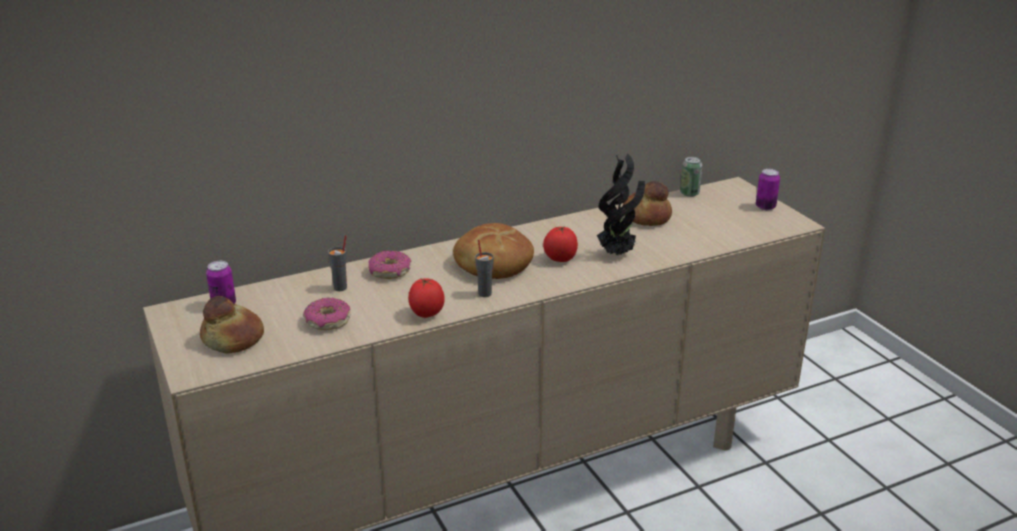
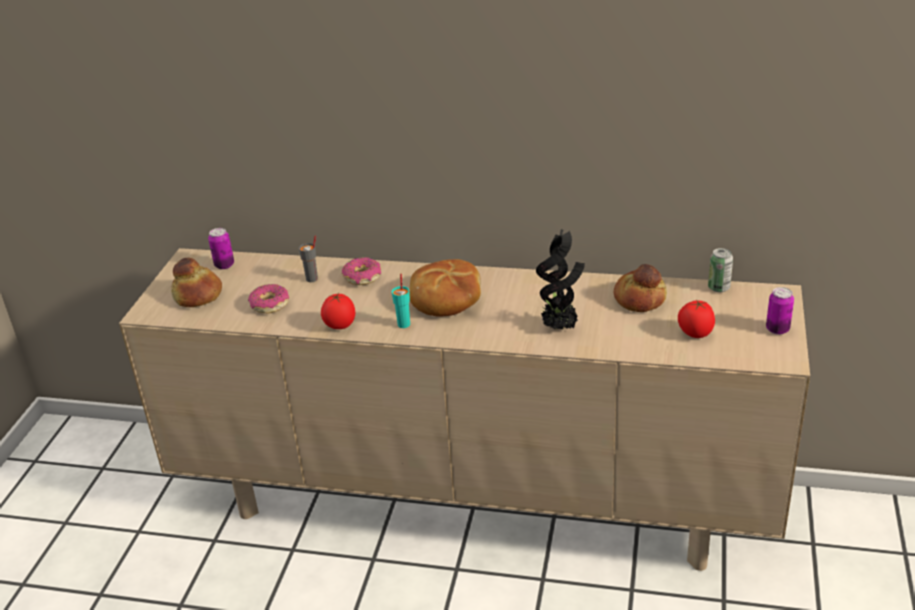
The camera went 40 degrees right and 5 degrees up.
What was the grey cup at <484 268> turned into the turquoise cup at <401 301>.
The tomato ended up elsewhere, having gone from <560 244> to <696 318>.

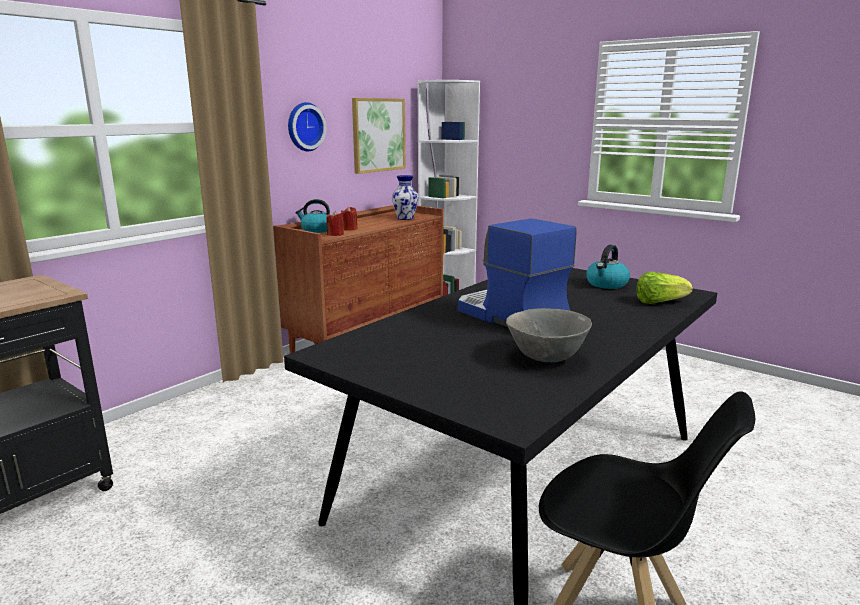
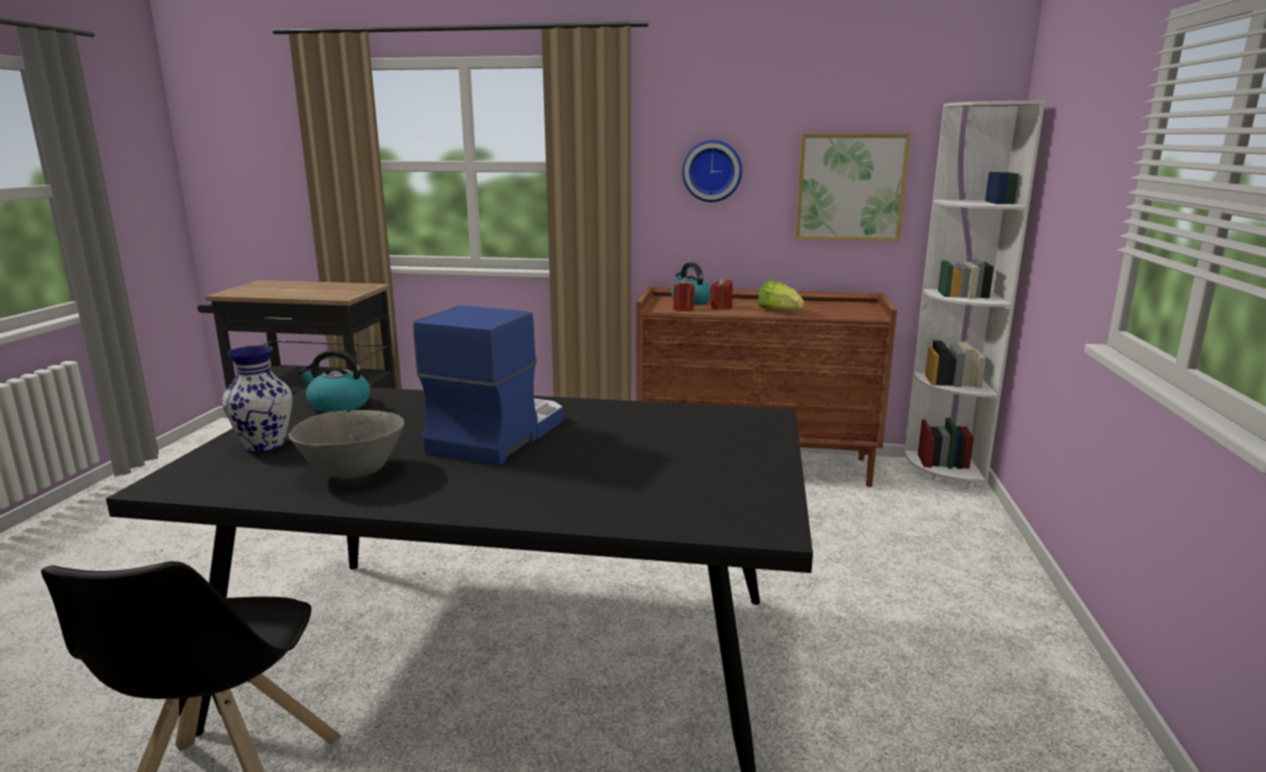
The camera went 60 degrees right and 0 degrees up.
The vase ended up elsewhere, having gone from <405 197> to <257 399>.
The kettle ended up elsewhere, having gone from <608 267> to <334 381>.
The lettuce ended up elsewhere, having gone from <665 288> to <781 295>.

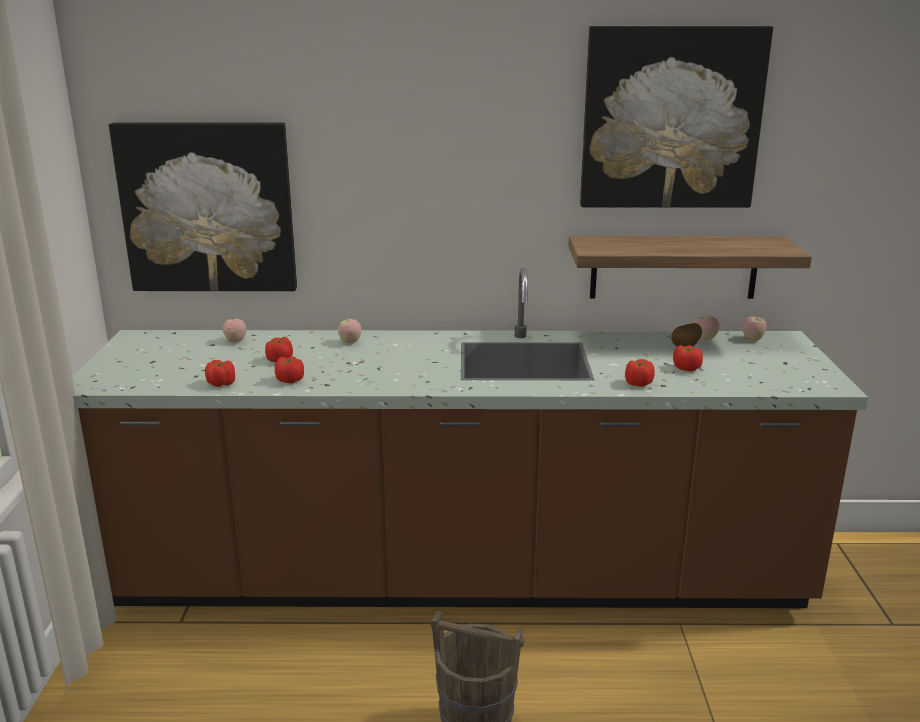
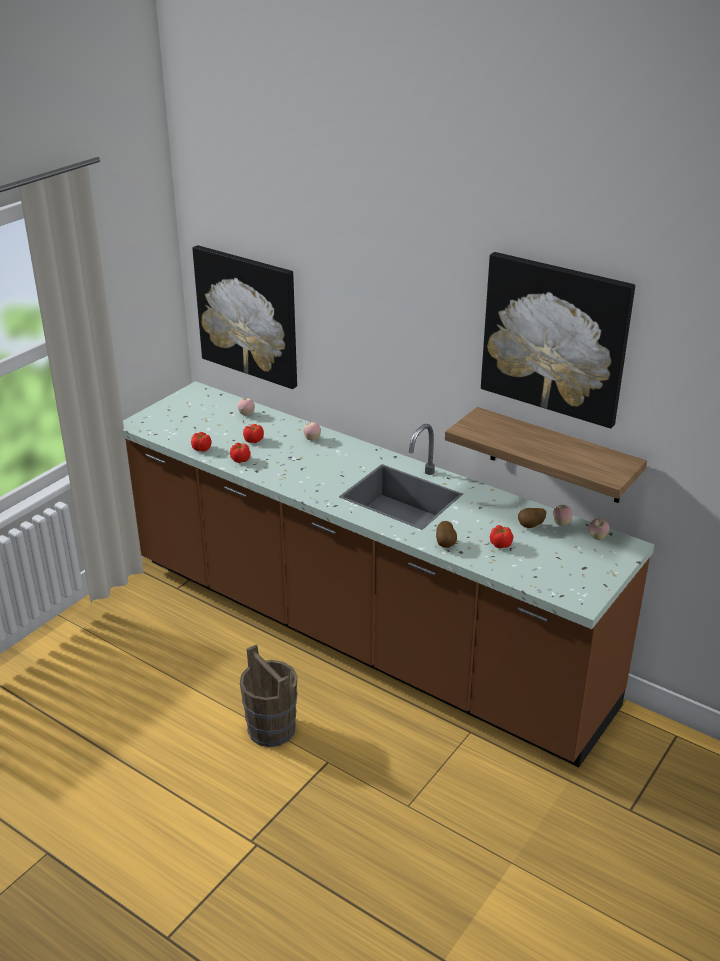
The camera went 35 degrees right and 10 degrees up.
Where the tomato stood at <640 373>, the potato came to stand at <446 534>.

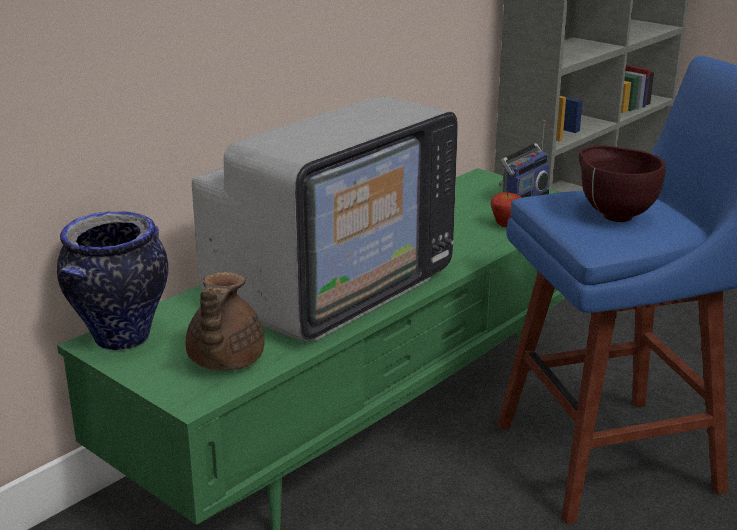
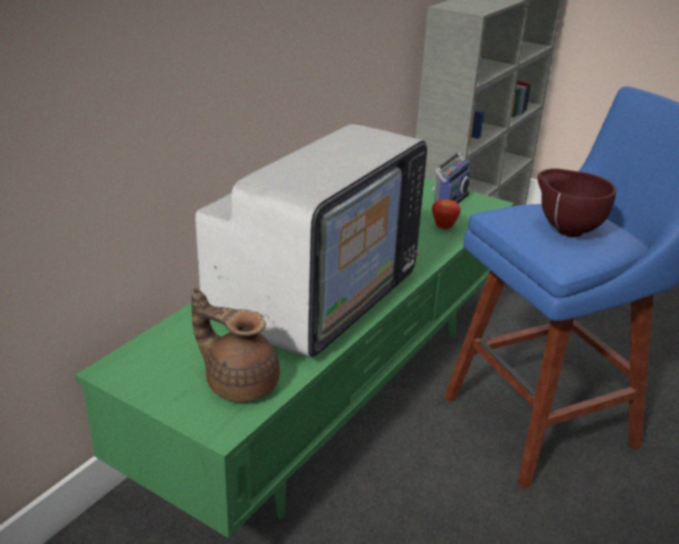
The camera went 10 degrees left and 5 degrees up.
The brown teapot at <225 321> ended up facing another way, 120 degrees clockwise from before.
The second view lost the vase at <112 280>.

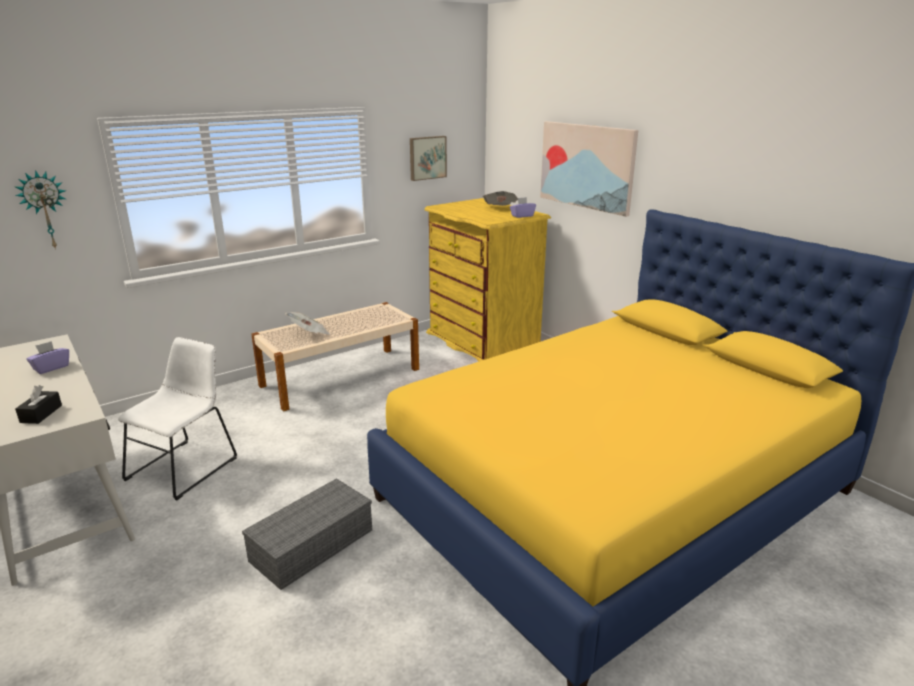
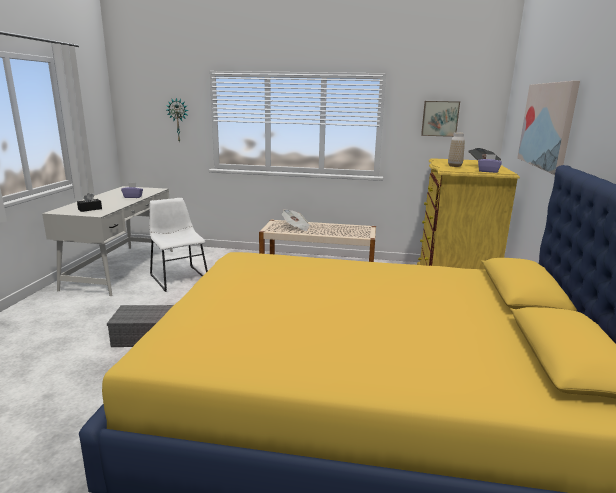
The camera went 45 degrees right and 5 degrees down.
The white chair at <177 418> ended up facing another way, 105 degrees counterclockwise from before.
The second view gained the vase at <456 150>.

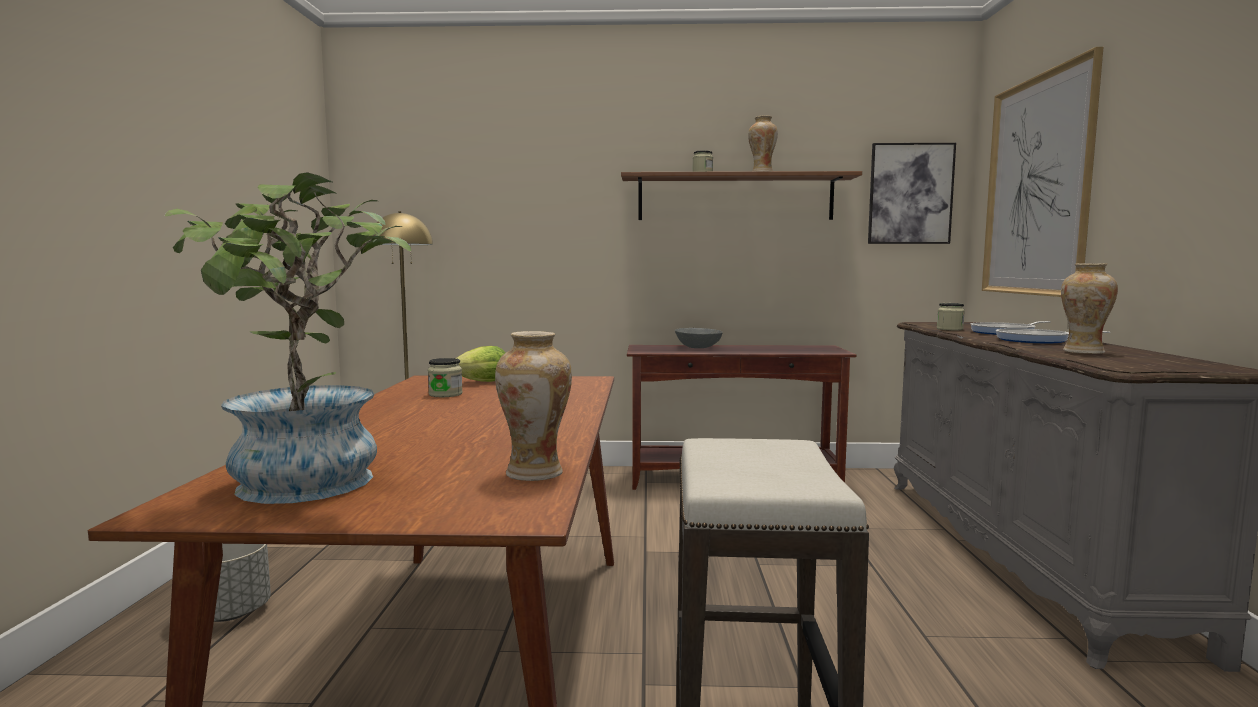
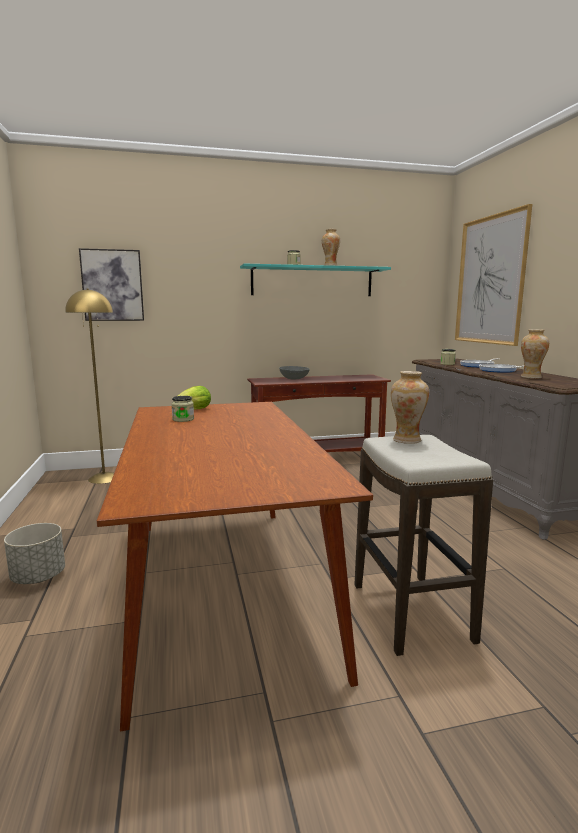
The camera went 15 degrees left and 5 degrees up.
The picture ended up elsewhere, having gone from <912 193> to <111 284>.
What was the brown shelf at <741 195> turned into the turquoise shelf at <315 279>.
The vase ended up elsewhere, having gone from <533 406> to <410 407>.
The second view lost the potted plant at <288 338>.

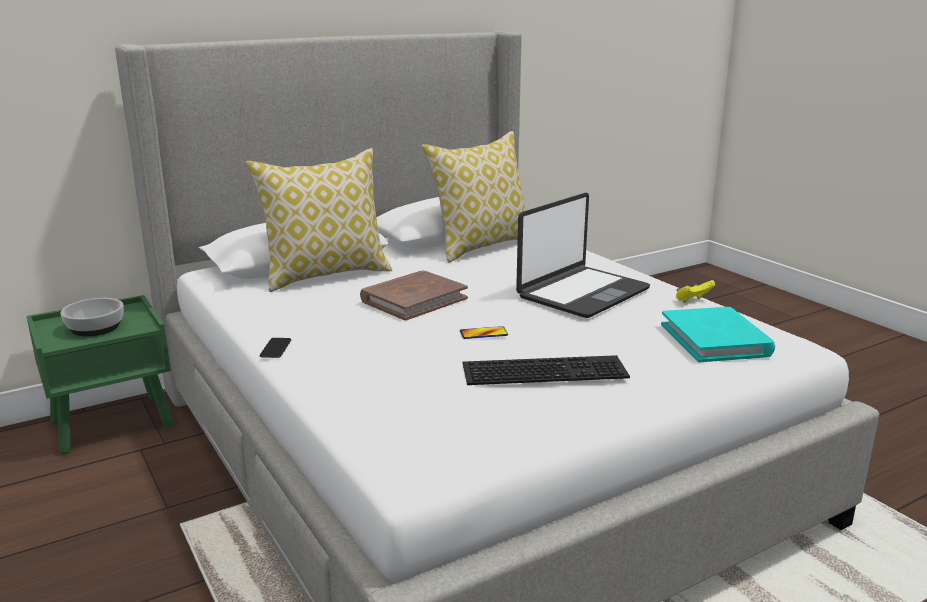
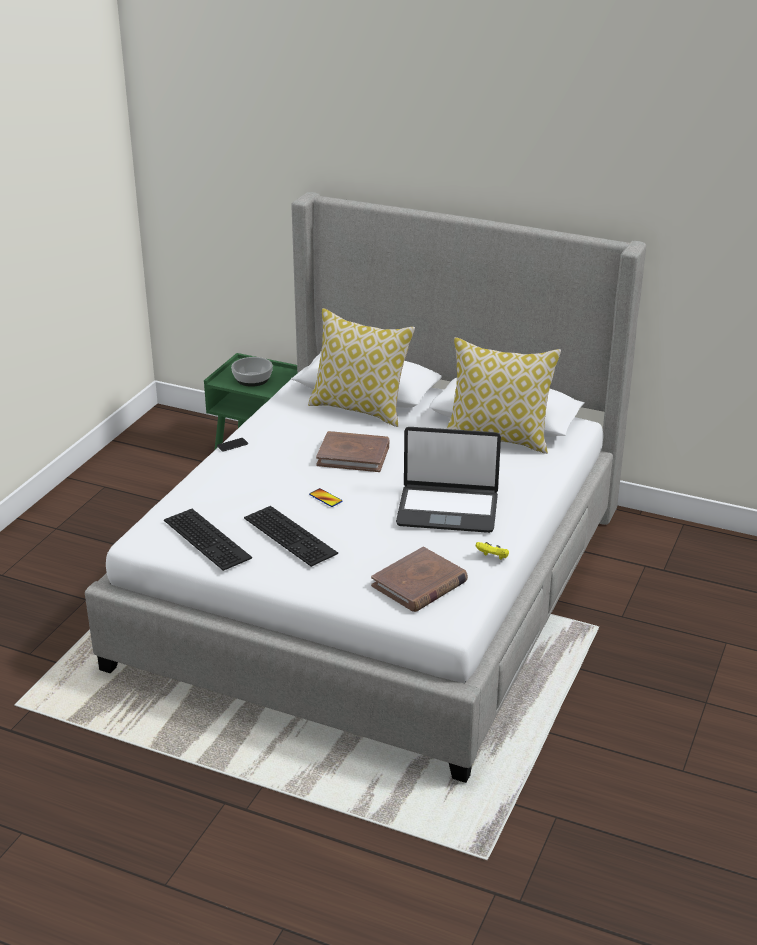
The camera went 55 degrees right and 10 degrees up.
The second view gained the keyboard at <208 540>.
What was the turquoise book at <718 334> turned into the brown book at <419 579>.

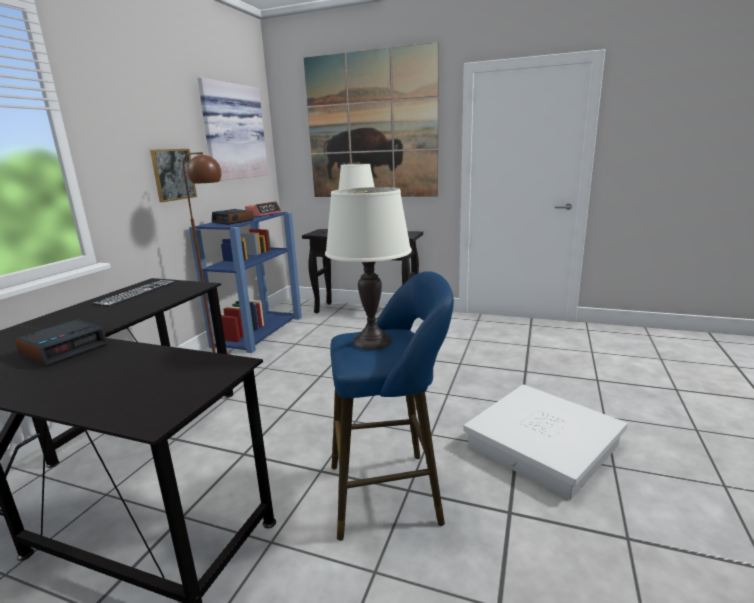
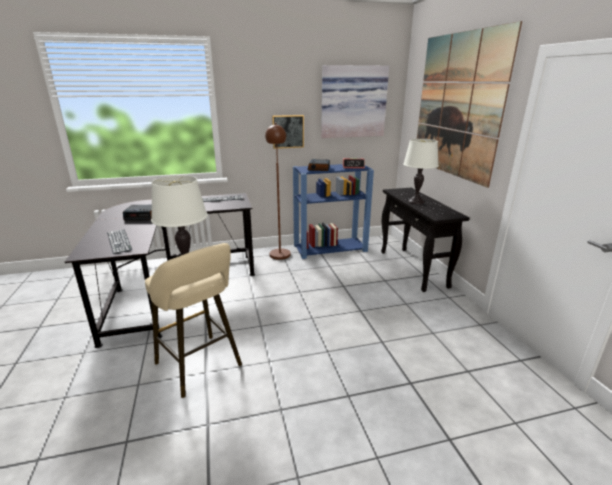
The camera went 55 degrees right and 5 degrees up.
The second view gained the keyboard at <119 241>.
What was the blue stool at <392 406> turned into the beige stool at <193 320>.
The second view lost the white storage box at <545 442>.

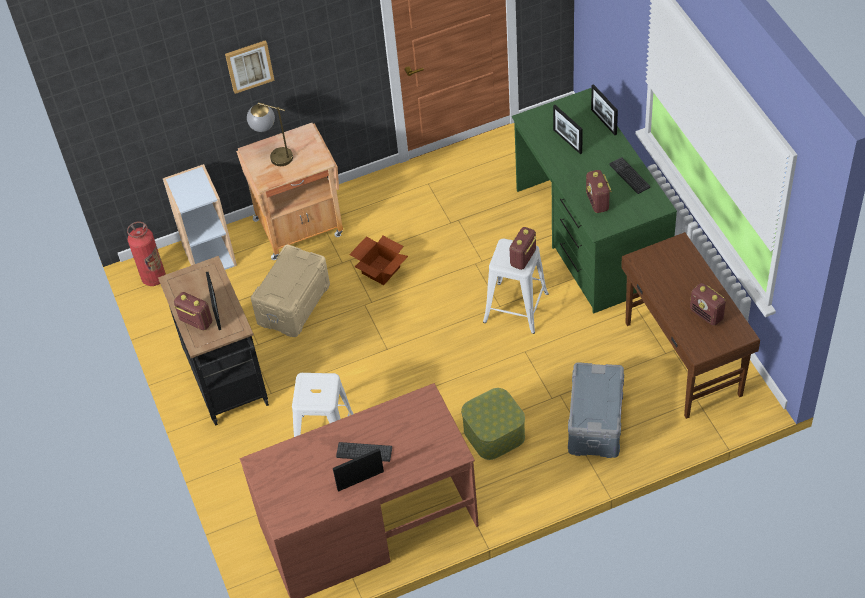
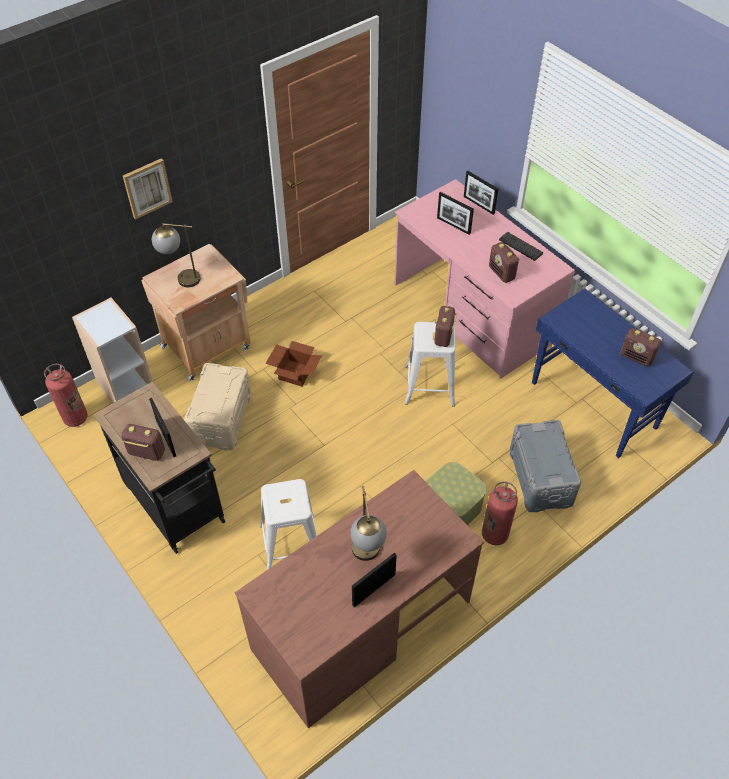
The camera went 20 degrees left and 0 degrees up.
Where the keyboard stood at <364 452>, the table lamp came to stand at <368 523>.
What was the green desk at <594 201> turned into the pink desk at <484 279>.
The second view gained the fire extinguisher at <500 513>.
What was the brown console table at <690 325> turned into the blue console table at <612 373>.

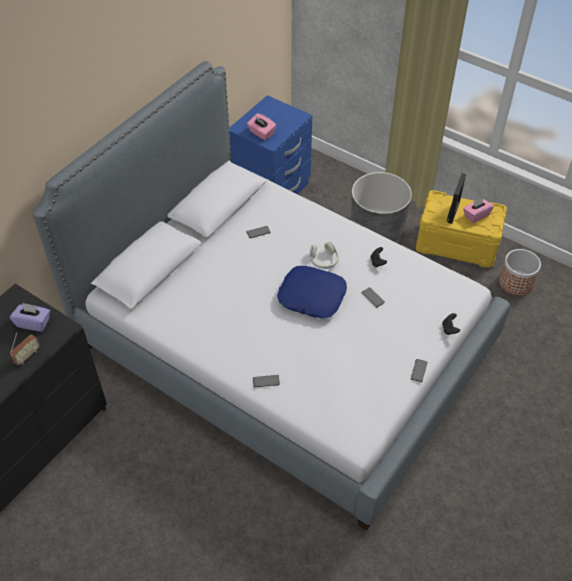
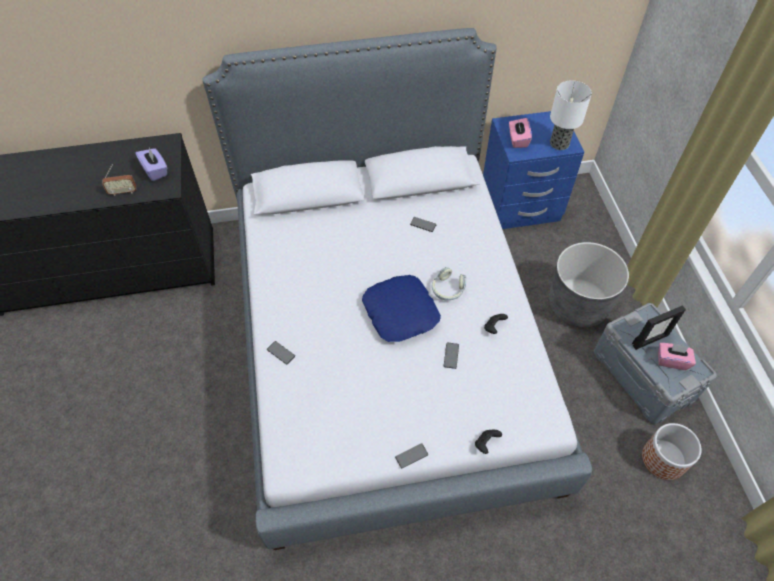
The camera went 45 degrees right and 5 degrees up.
The second view gained the table lamp at <571 115>.
What was the yellow storage box at <461 229> turned into the grey storage box at <655 363>.

